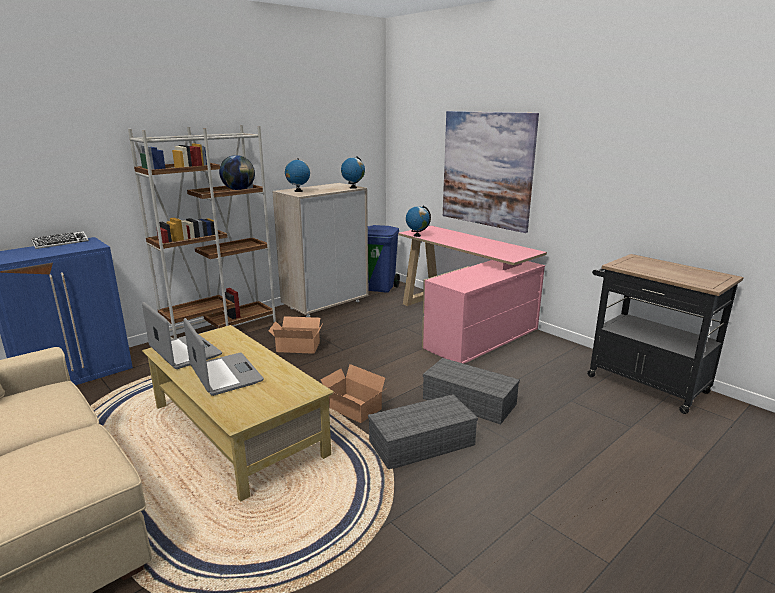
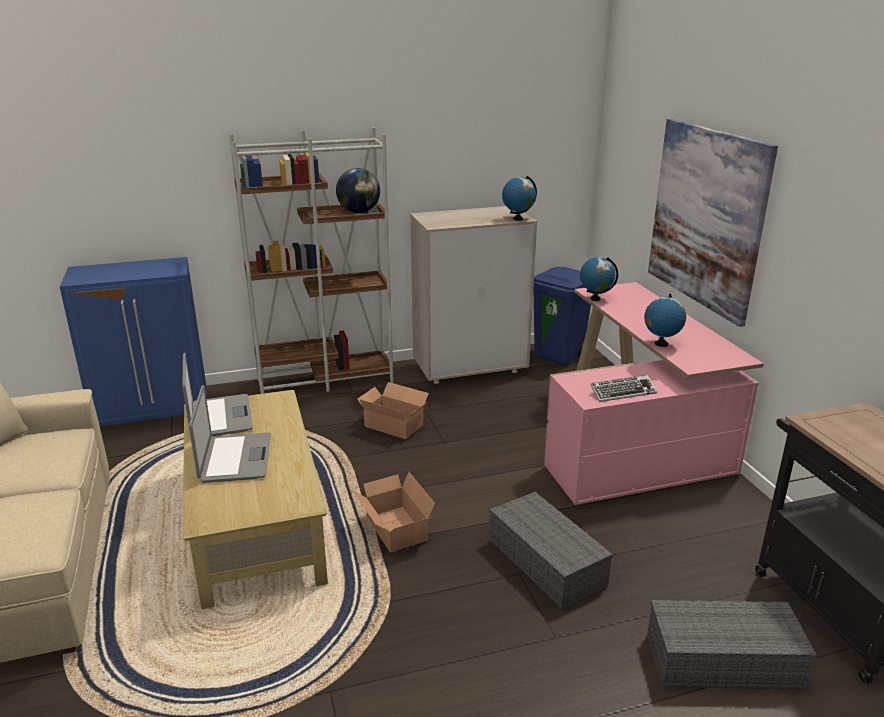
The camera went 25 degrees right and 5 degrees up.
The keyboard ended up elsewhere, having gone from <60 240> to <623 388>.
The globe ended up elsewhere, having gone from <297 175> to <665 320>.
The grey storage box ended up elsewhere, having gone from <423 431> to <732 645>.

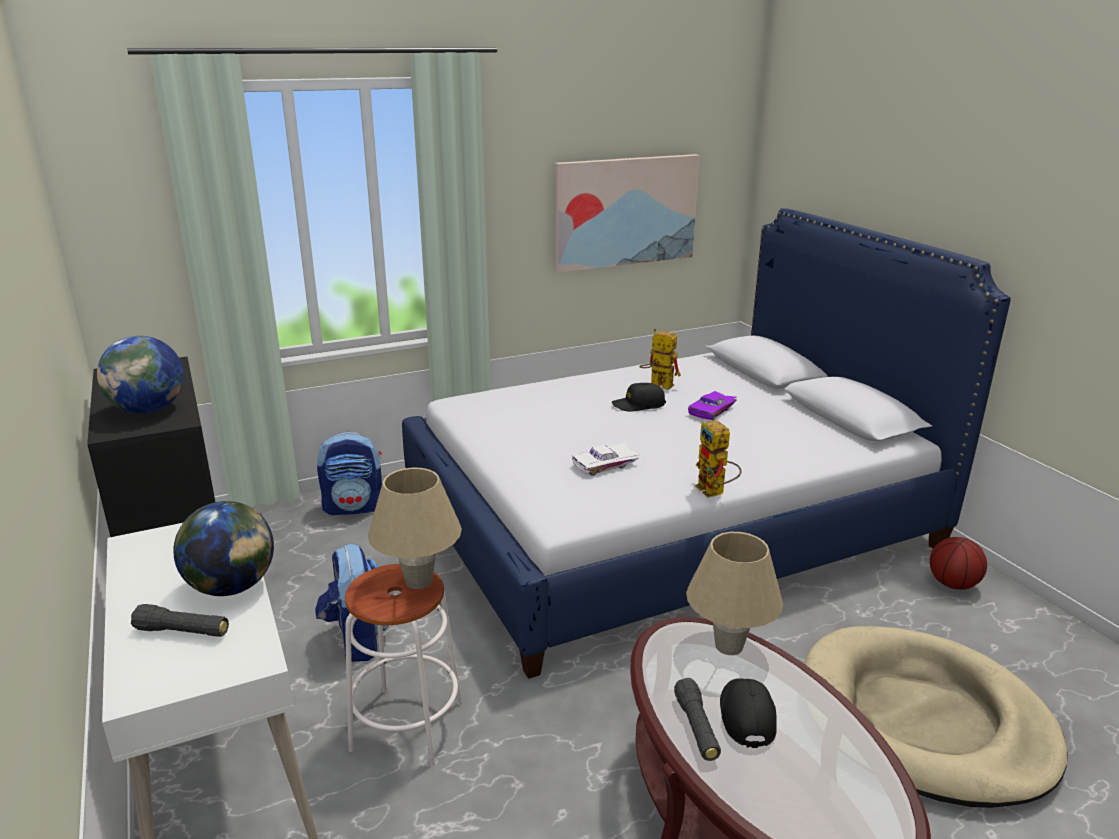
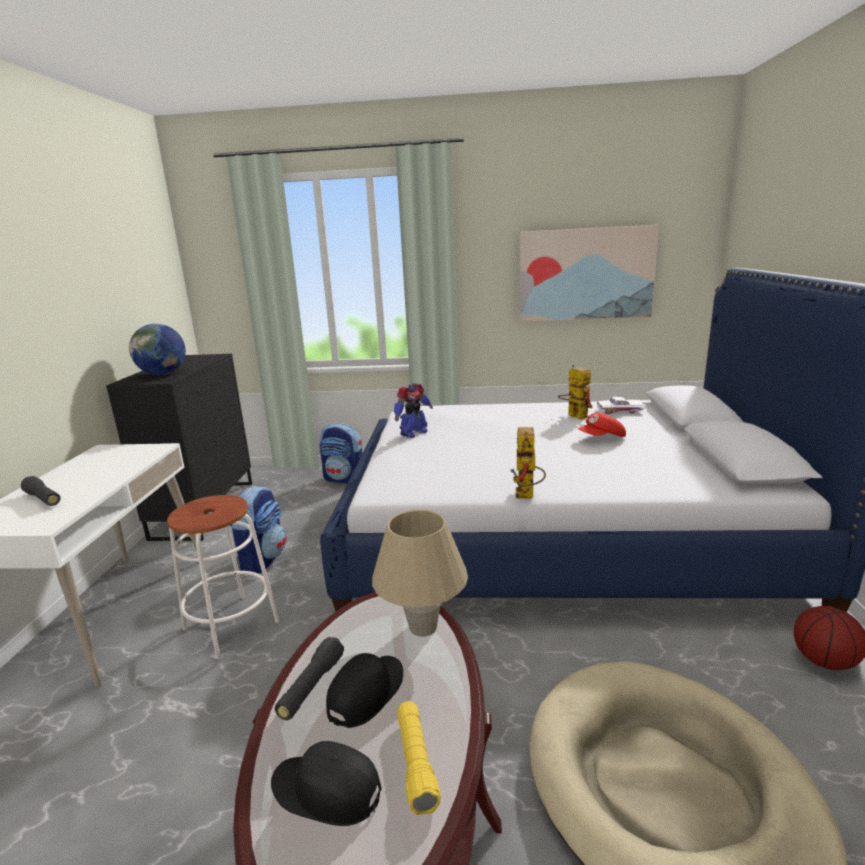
The camera went 30 degrees right and 5 degrees down.
The black cap ended up elsewhere, having gone from <639 397> to <326 783>.
The second view gained the toy robot at <413 410>.
The second view gained the yellow flashlight at <419 758>.
Where the purple toy car stood at <712 405>, the red cap came to stand at <602 425>.
The white toy car ended up elsewhere, having gone from <606 459> to <622 405>.
The second view lost the globe at <224 548>.
The second view lost the beige table lamp at <415 528>.

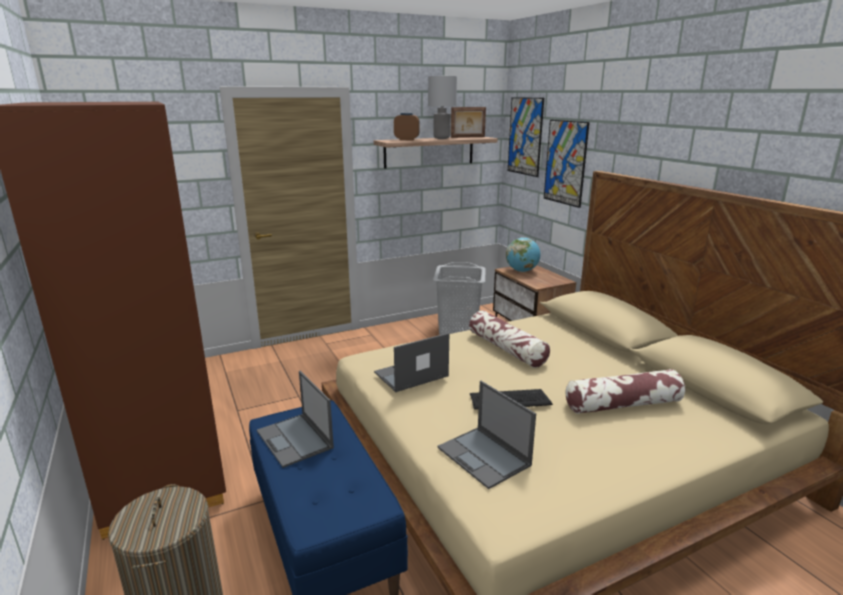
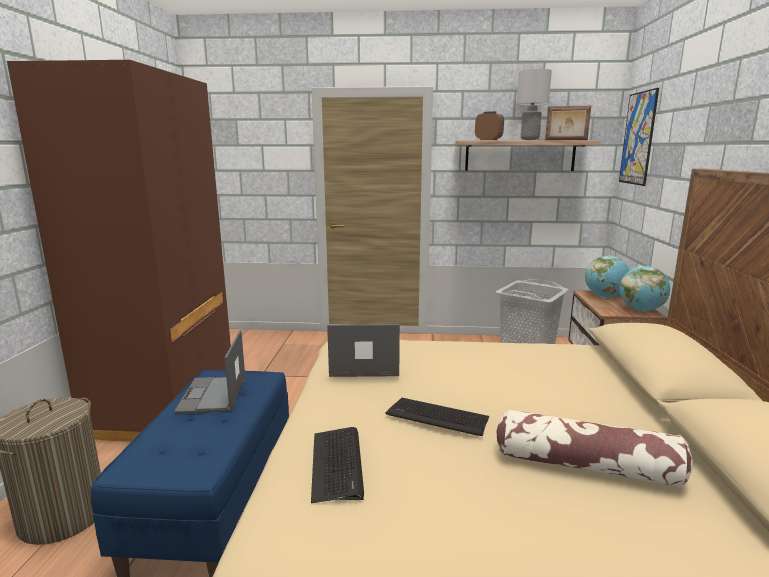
The camera went 30 degrees right and 5 degrees down.
Where the laptop stood at <486 435>, the keyboard came to stand at <337 465>.
The second view gained the globe at <645 288>.
The second view lost the pillow at <509 339>.
The second view lost the picture at <567 164>.

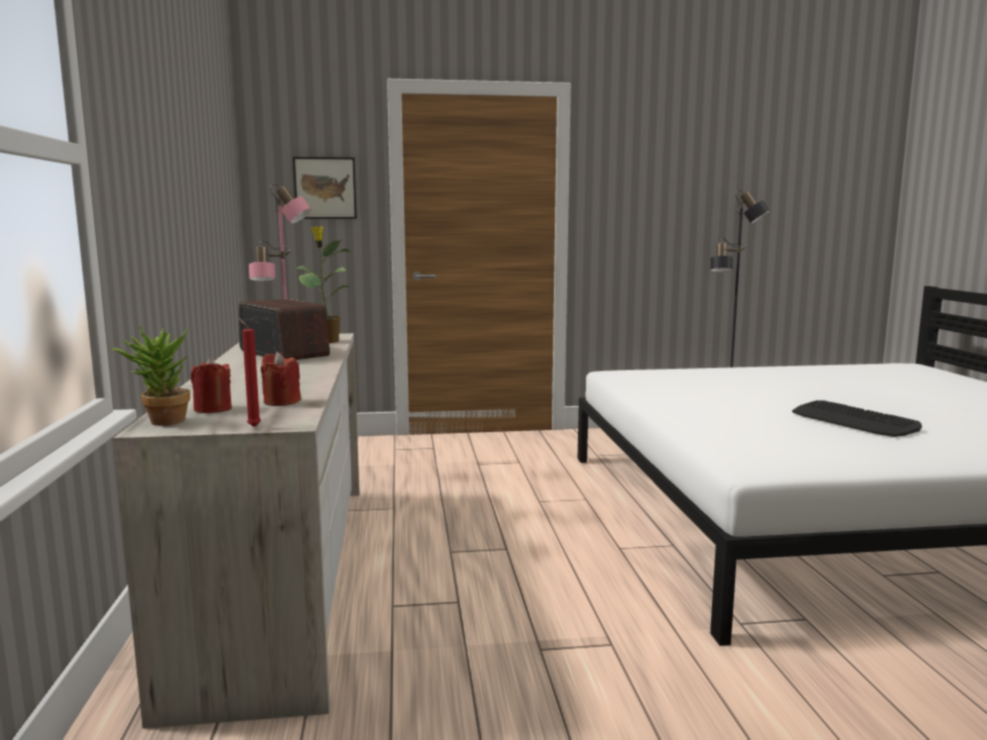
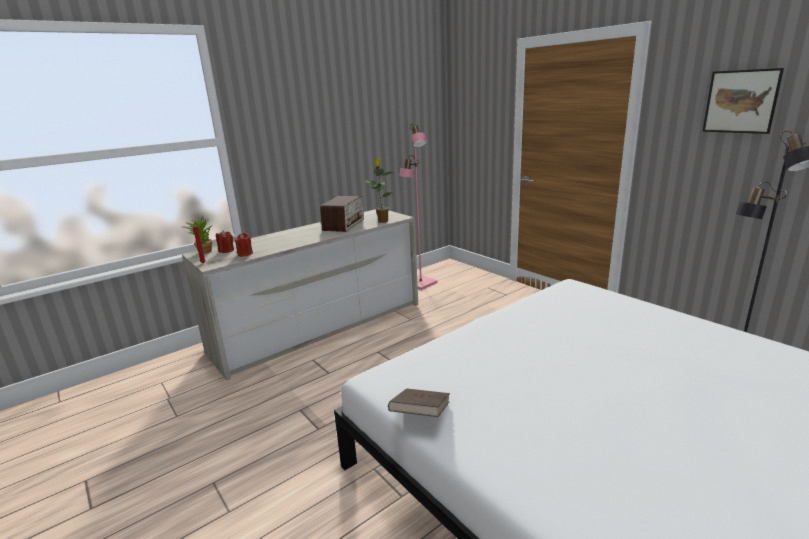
The camera went 60 degrees right and 10 degrees up.
The second view gained the brown book at <419 402>.
The picture ended up elsewhere, having gone from <325 188> to <743 101>.
The second view lost the keyboard at <857 418>.

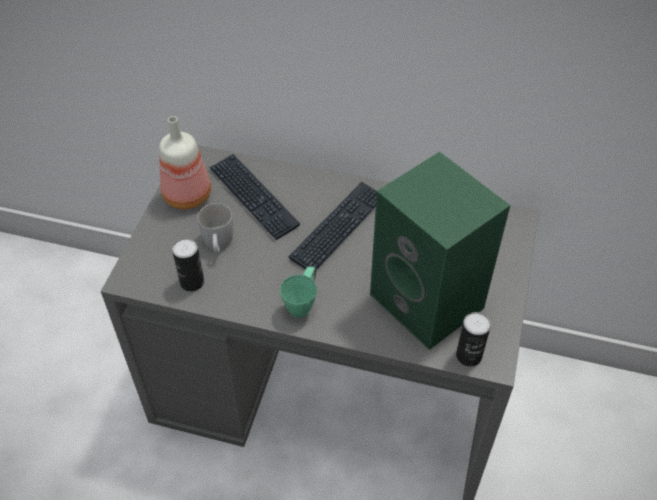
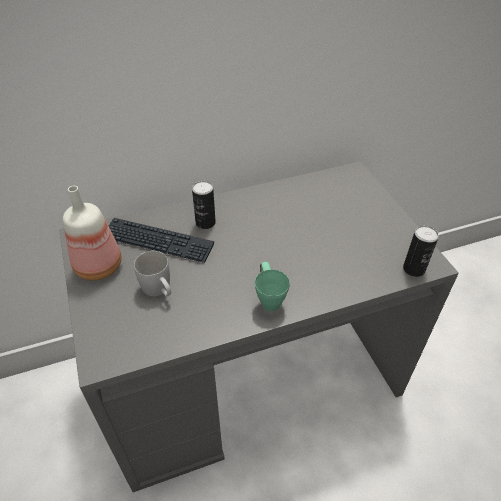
The camera went 35 degrees left and 5 degrees down.
The can ended up elsewhere, having gone from <188 265> to <204 205>.
The second view lost the keyboard at <332 226>.
The second view lost the green speaker at <440 251>.

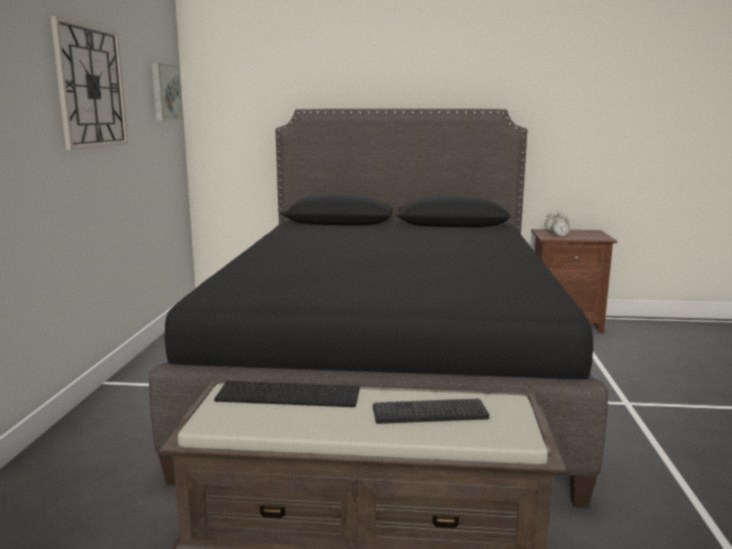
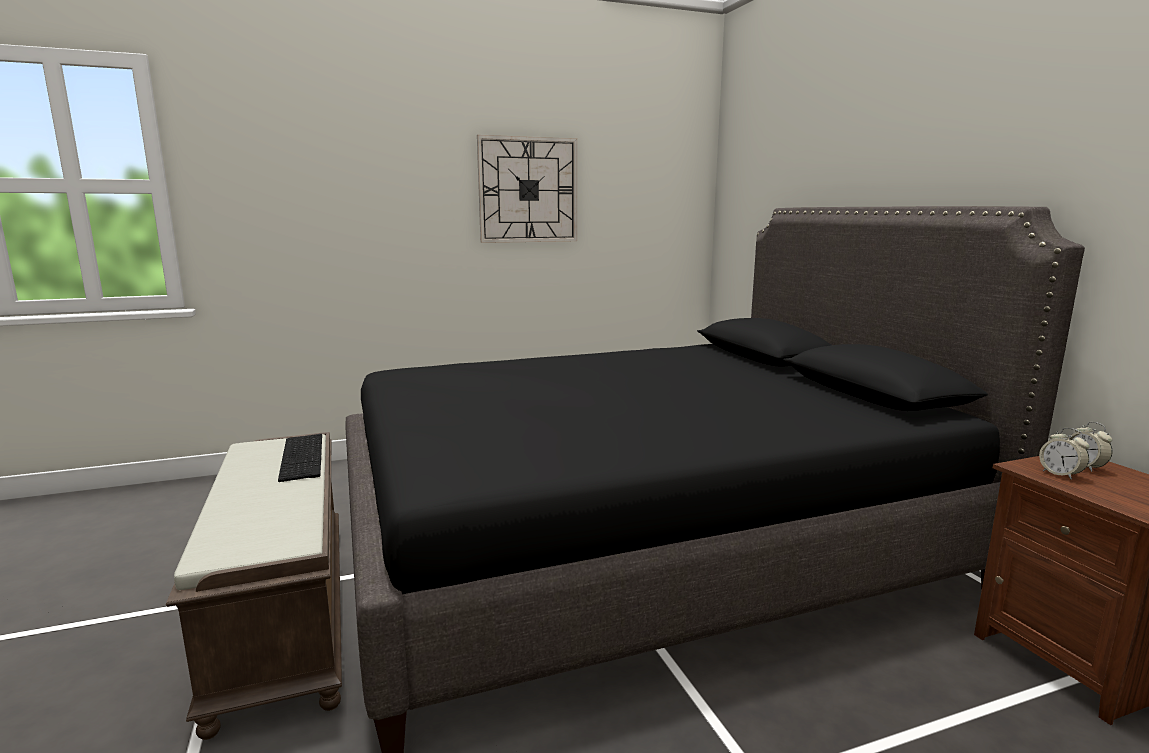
The camera went 65 degrees right and 0 degrees up.
The second view lost the picture at <167 91>.
The second view lost the keyboard at <431 411>.

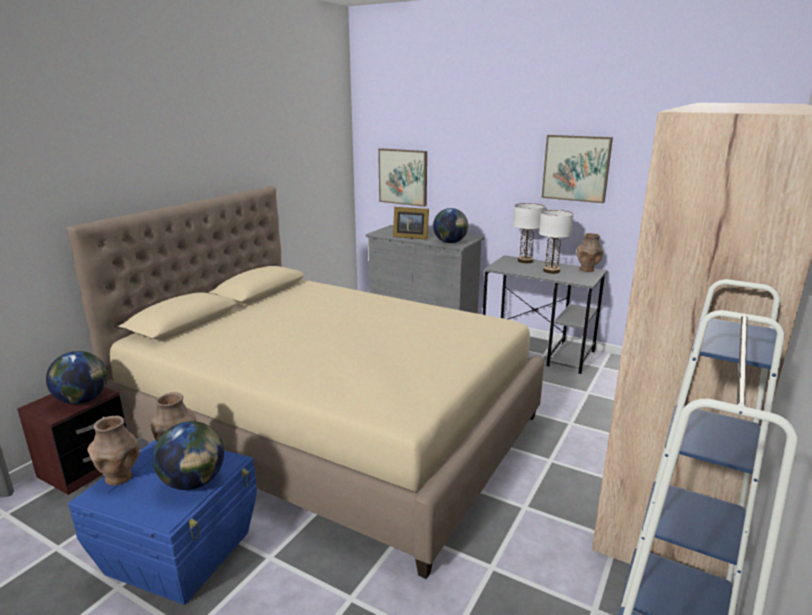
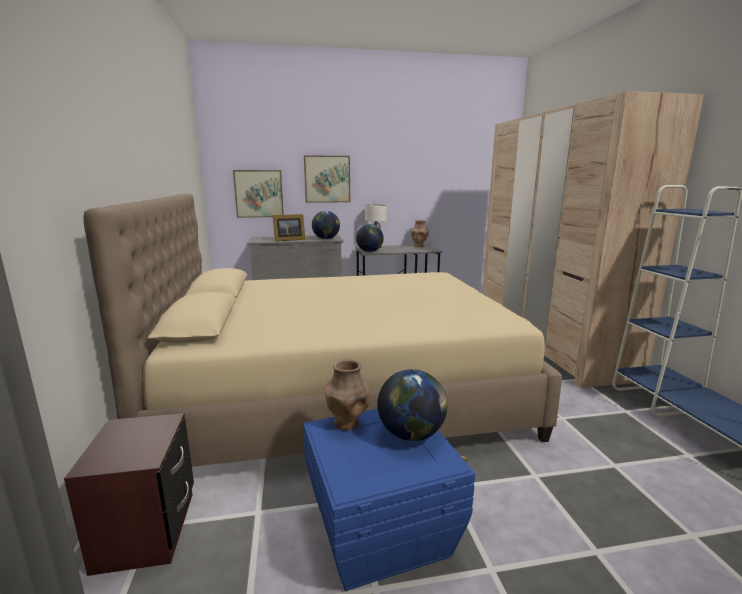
The camera went 40 degrees left and 5 degrees down.
The picture ended up elsewhere, having gone from <577 169> to <327 179>.
The globe ended up elsewhere, having gone from <77 377> to <370 238>.
The second view lost the brown vase at <114 450>.
The second view lost the table lamp at <556 242>.

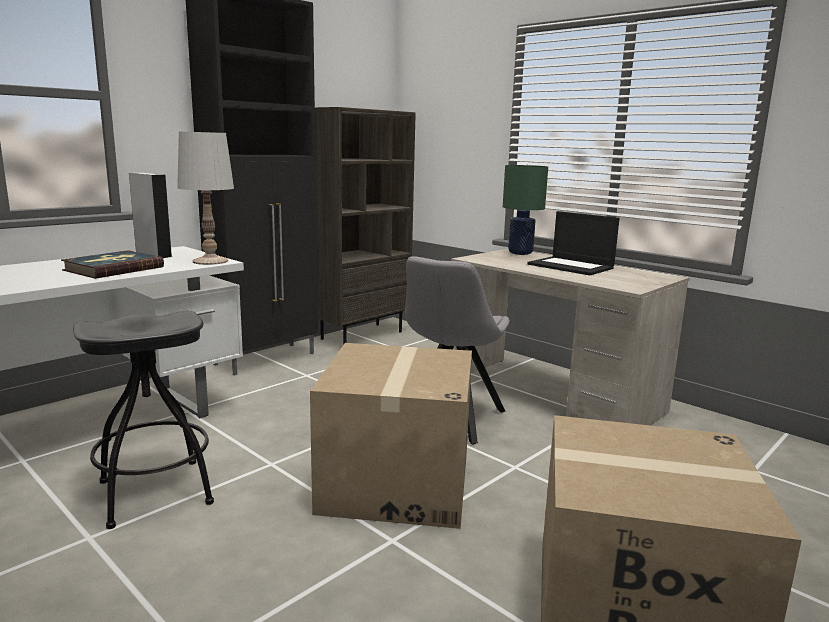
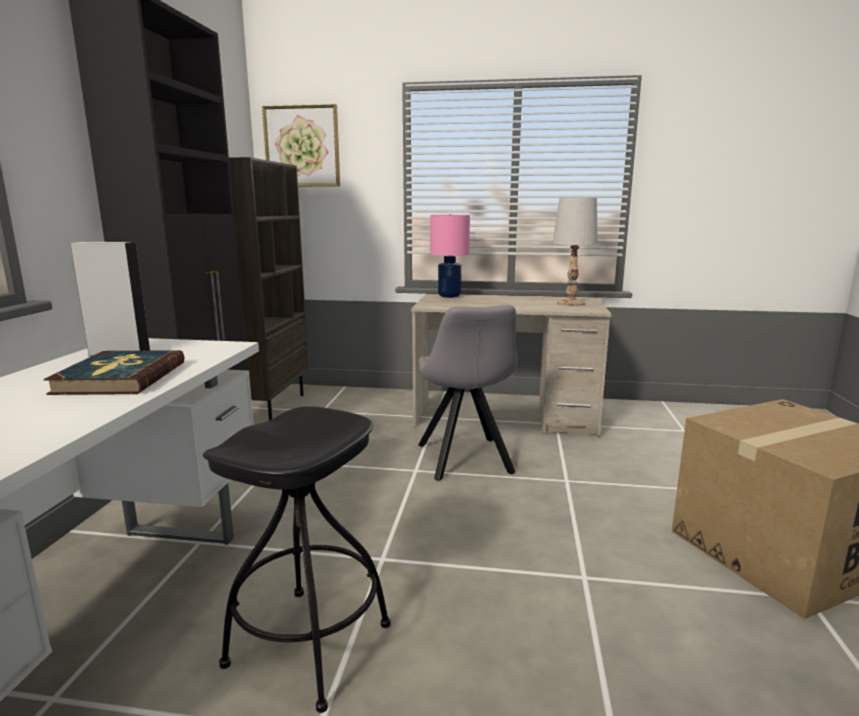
The camera went 35 degrees left and 0 degrees up.
The second view gained the picture at <301 145>.
What was the green table lamp at <525 210> turned into the pink table lamp at <450 256>.
The white table lamp ended up elsewhere, having gone from <205 198> to <575 252>.
The second view lost the cardboard box at <391 436>.
The second view lost the laptop at <573 243>.

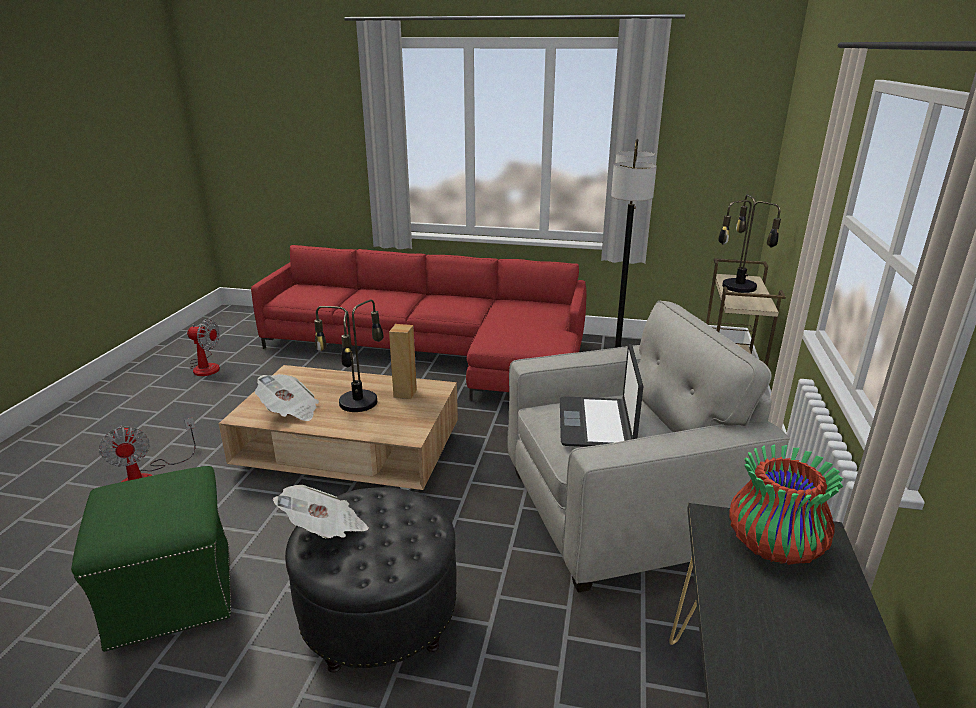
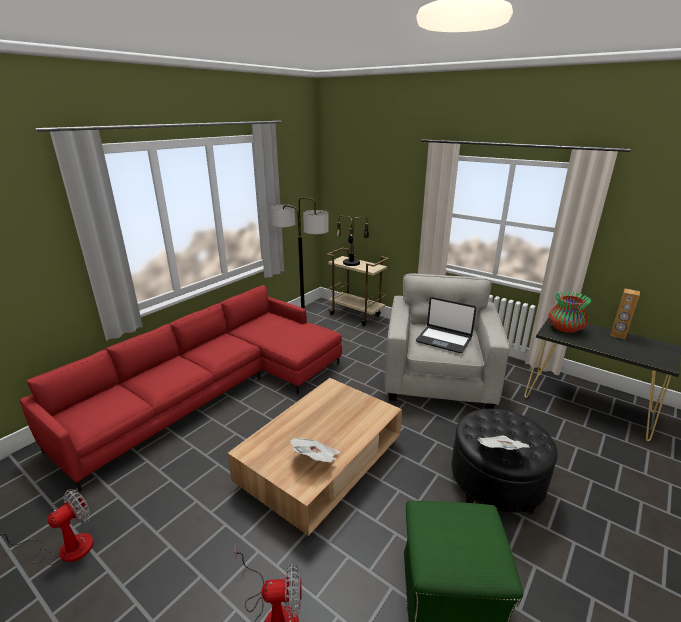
The camera went 65 degrees left and 0 degrees up.
The brown speaker ended up elsewhere, having gone from <403 361> to <625 314>.
The second view lost the table lamp at <349 356>.

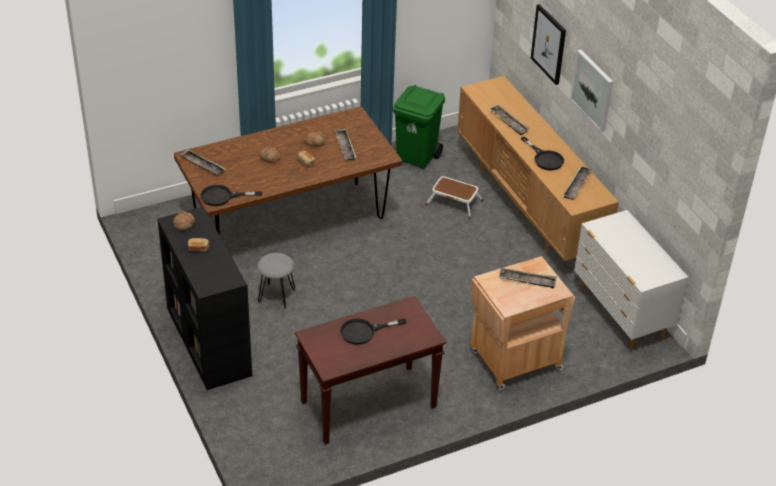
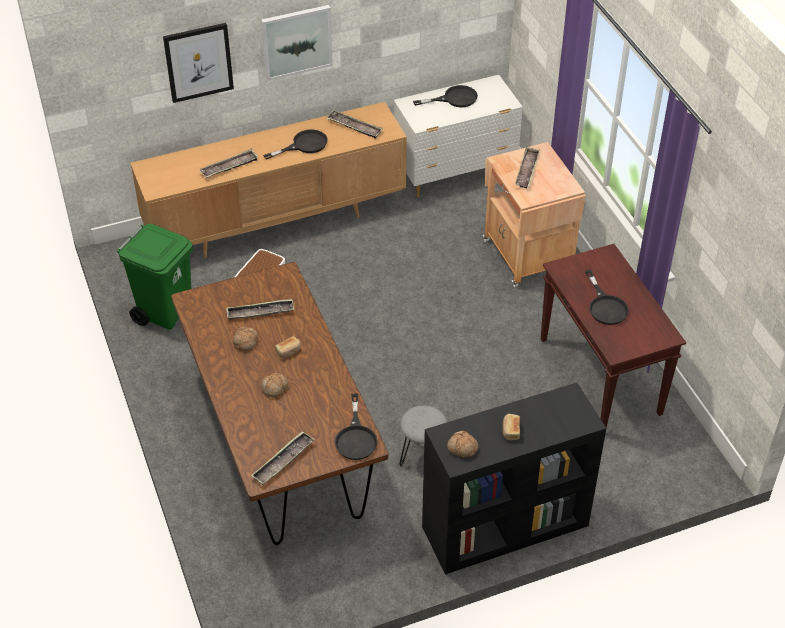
The camera went 85 degrees left and 5 degrees up.
The second view gained the black frying pan at <445 96>.

